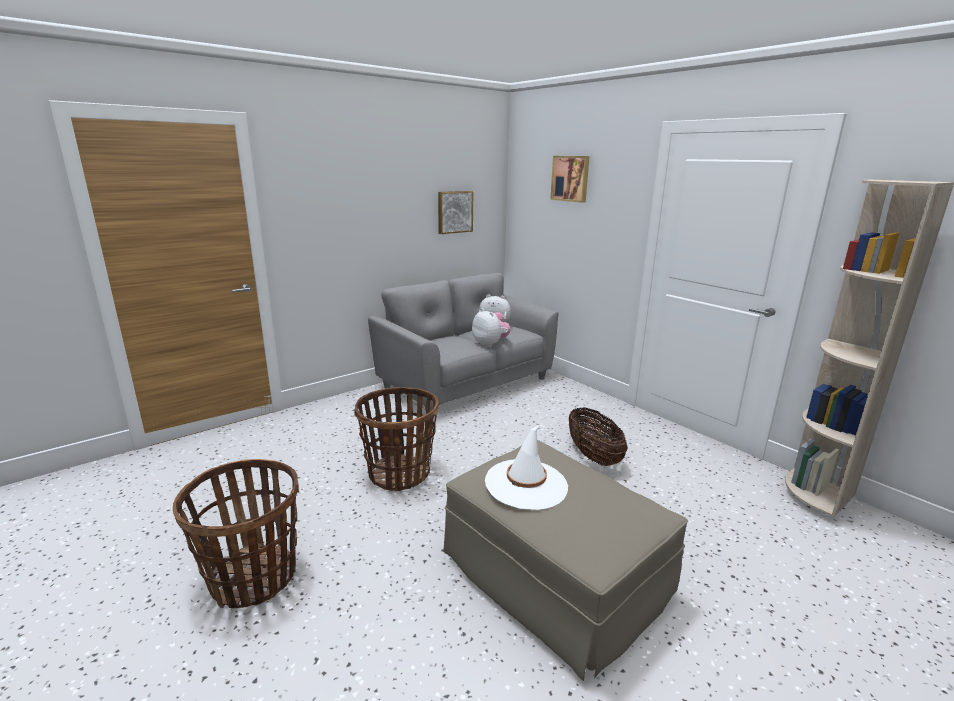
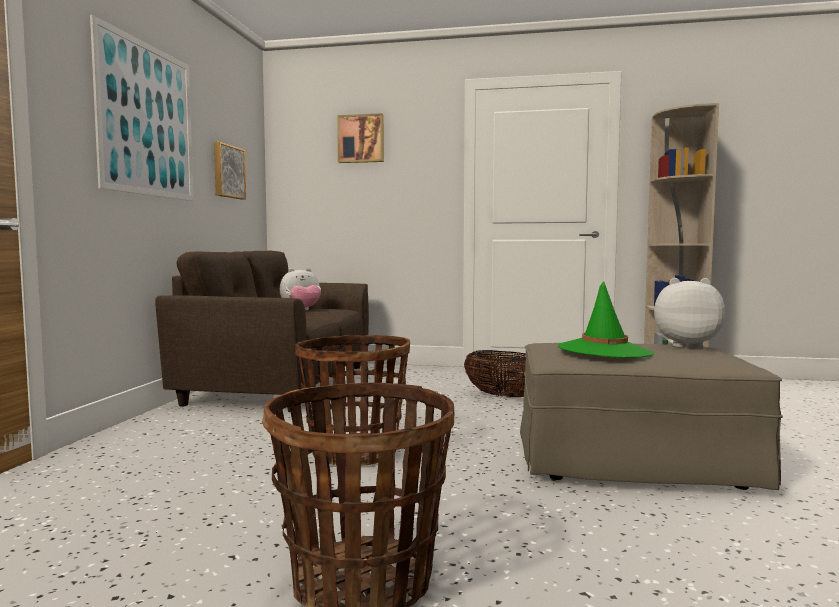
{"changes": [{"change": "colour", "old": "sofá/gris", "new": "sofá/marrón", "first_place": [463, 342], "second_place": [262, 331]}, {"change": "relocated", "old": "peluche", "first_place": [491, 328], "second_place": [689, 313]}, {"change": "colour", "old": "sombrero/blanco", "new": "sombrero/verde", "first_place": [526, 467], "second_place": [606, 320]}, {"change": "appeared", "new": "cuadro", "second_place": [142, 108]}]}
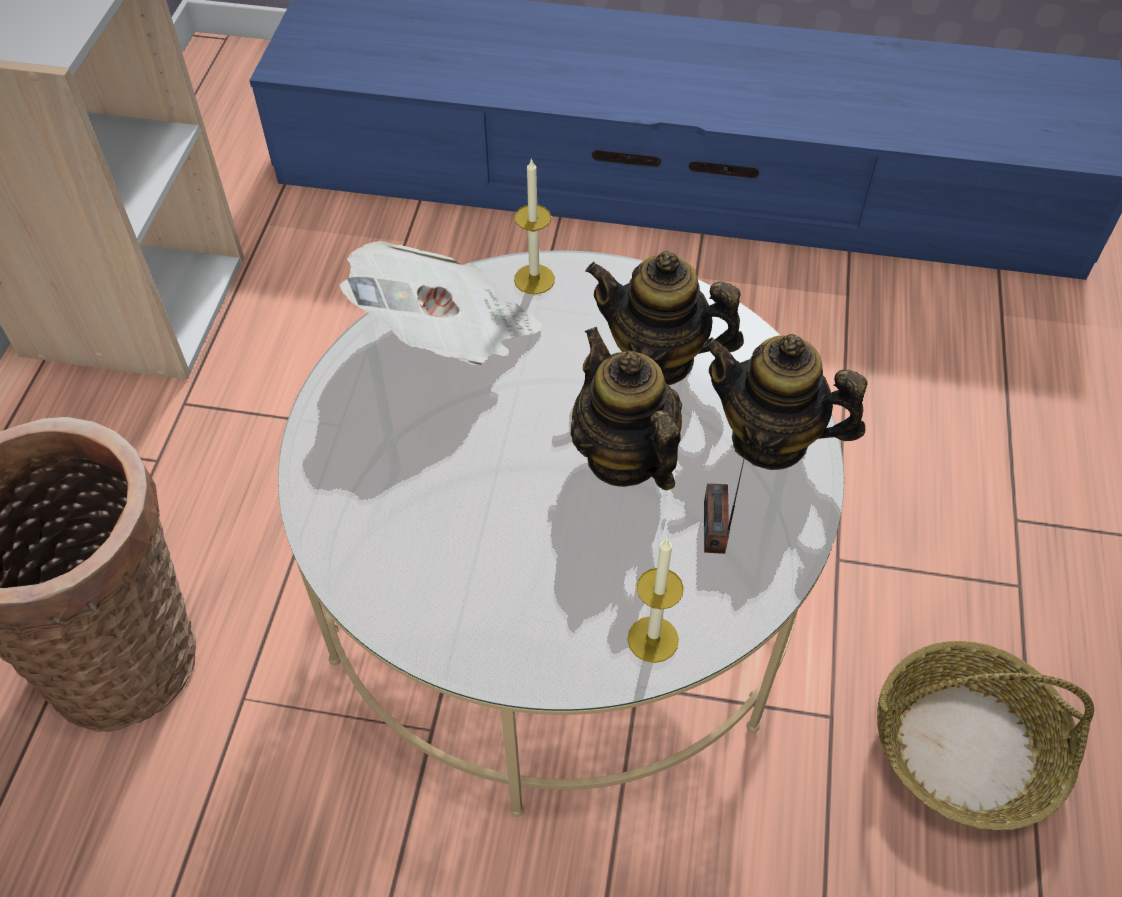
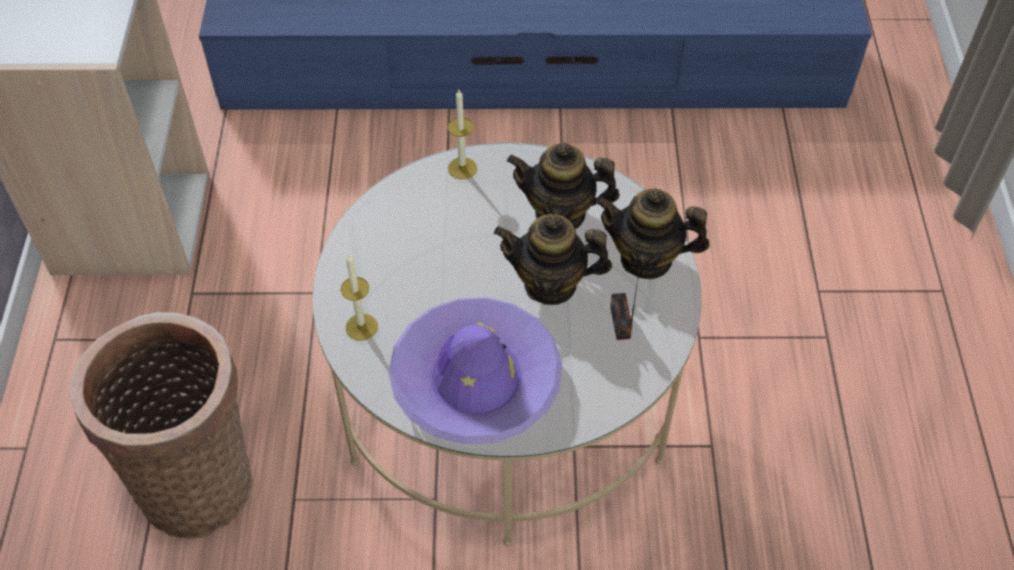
{"changes": [{"change": "missing", "old": "periódico", "first_place": [440, 303]}, {"change": "spun", "old": "tetera", "first_place": [626, 409], "second_place": [553, 259], "degrees": -45}, {"change": "relocated", "old": "vela", "first_place": [655, 601], "second_place": [359, 297]}, {"change": "missing", "old": "cesta", "first_place": [985, 735]}, {"change": "appeared", "new": "sombrero/morado", "second_place": [475, 370]}]}
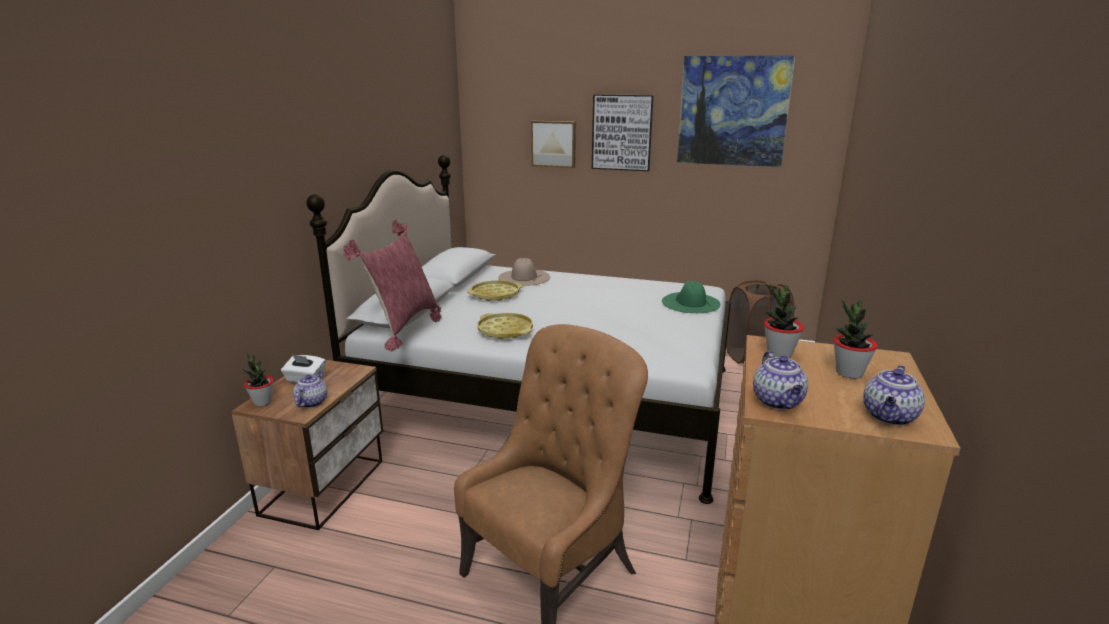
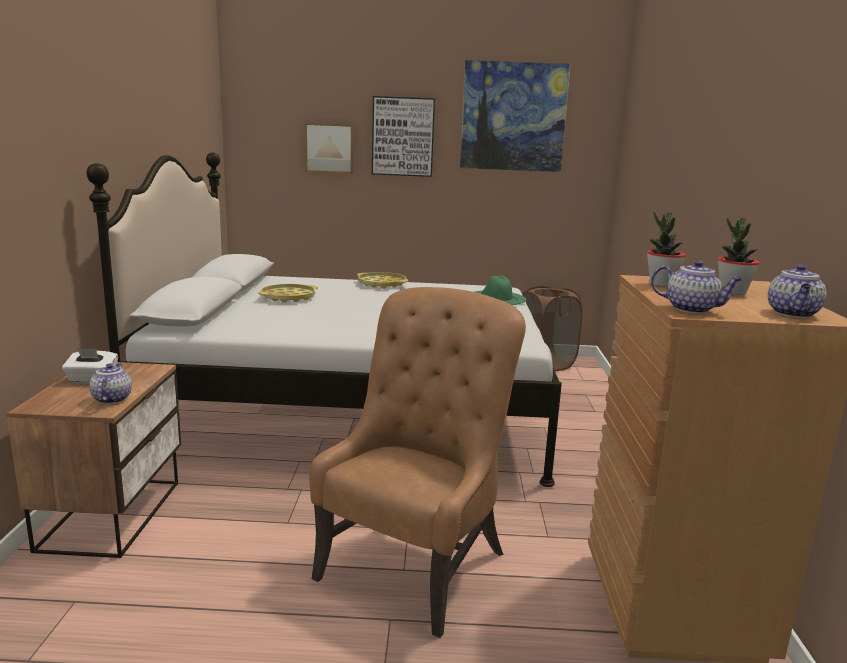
{"changes": [{"change": "missing", "old": "cojín/rojo", "first_place": [392, 286]}, {"change": "missing", "old": "sombrero/beis", "first_place": [524, 272]}, {"change": "relocated", "old": "bandeja/amarillo", "first_place": [505, 326], "second_place": [382, 280]}, {"change": "spun", "old": "tetera", "first_place": [780, 380], "second_place": [697, 287], "degrees": -45}, {"change": "missing", "old": "planta en maceta", "first_place": [258, 379]}]}
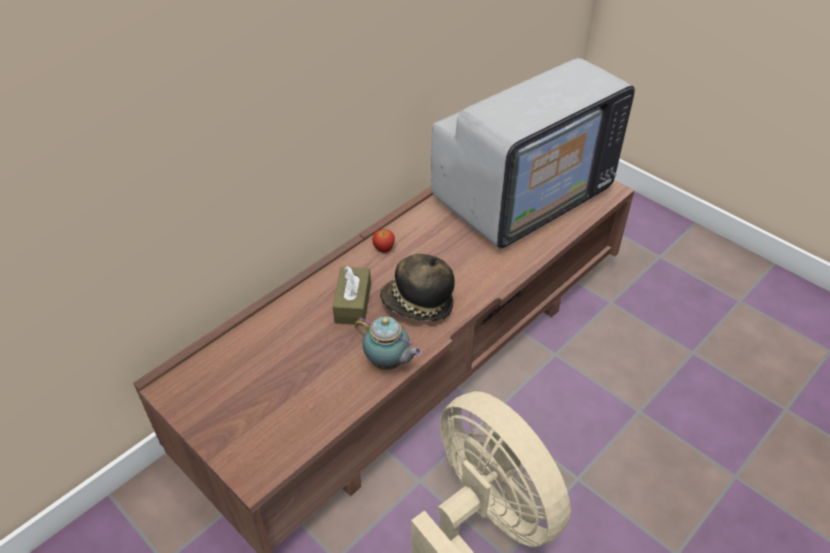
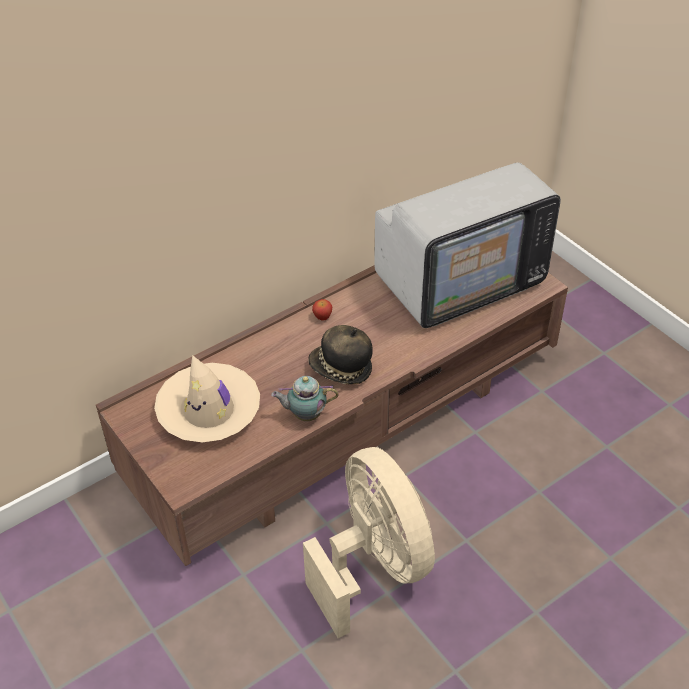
{"changes": [{"change": "missing", "old": "caja de pañuelos/marrón", "first_place": [352, 295]}, {"change": "spun", "old": "tetera", "first_place": [388, 343], "second_place": [304, 398], "degrees": 135}, {"change": "appeared", "new": "sombrero/beis", "second_place": [207, 398]}]}
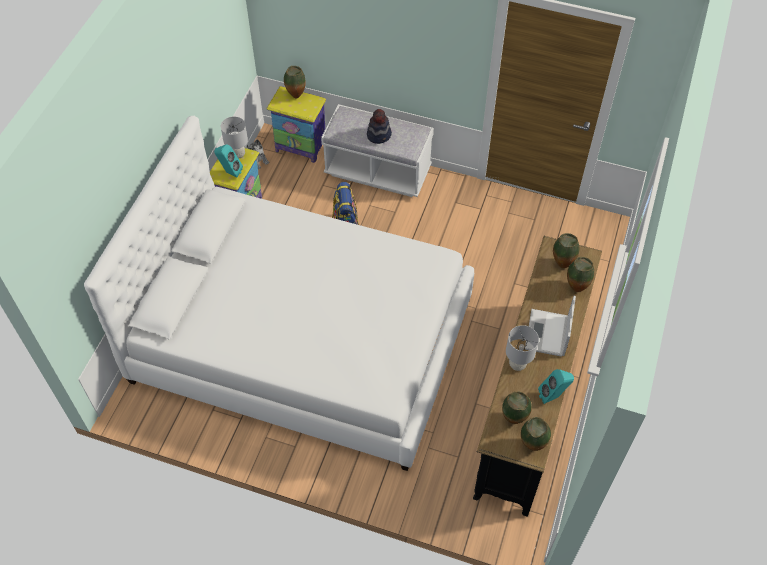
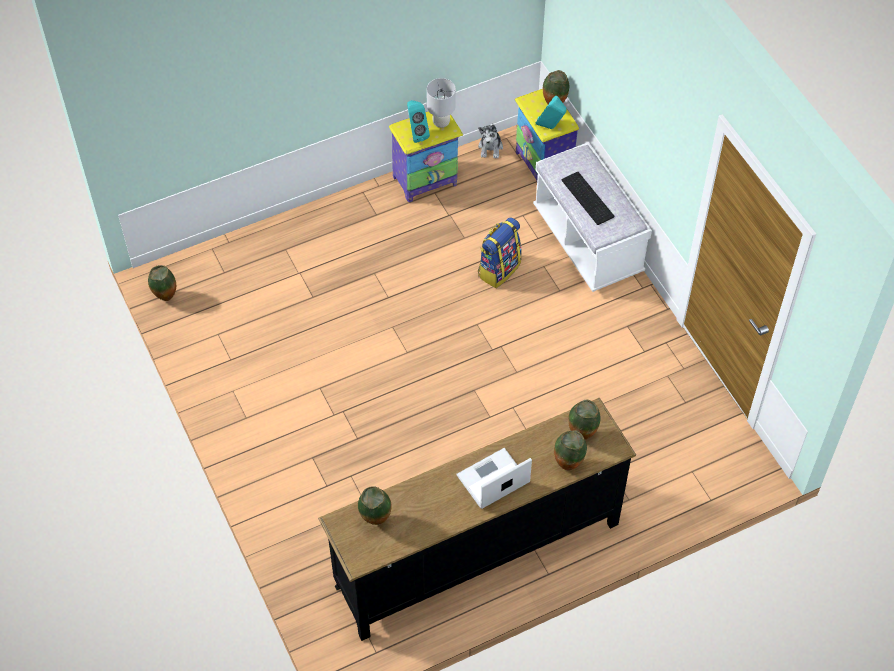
{"changes": [{"change": "exchanged", "old": "sombrero", "new": "teclado", "first_place": [379, 126], "second_place": [587, 198]}, {"change": "missing", "old": "cama/blanco", "first_place": [279, 293]}, {"change": "missing", "old": "lámpara de mesa/gris", "first_place": [522, 348]}, {"change": "relocated", "old": "altavoz/turquesa", "first_place": [556, 386], "second_place": [551, 112]}, {"change": "relocated", "old": "florero", "first_place": [536, 434], "second_place": [162, 283]}]}
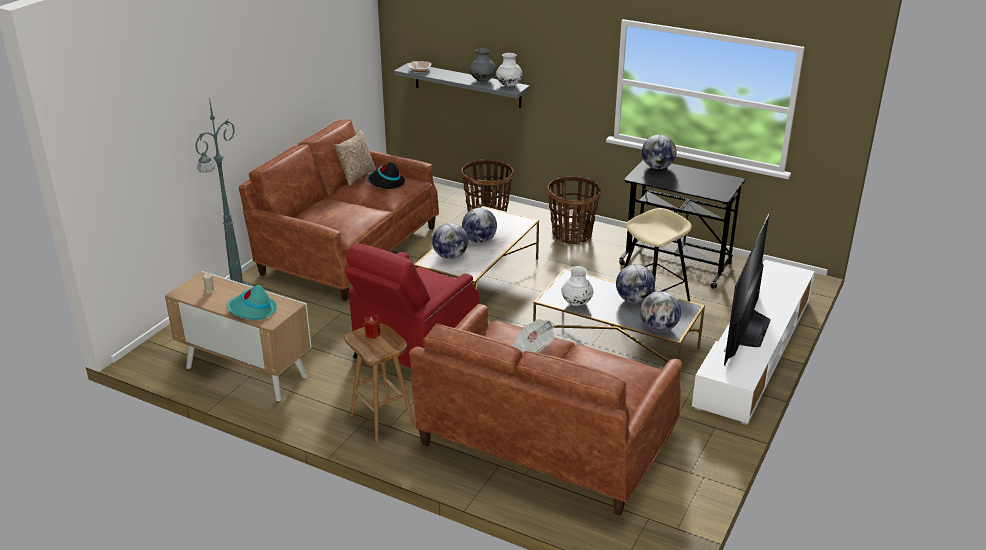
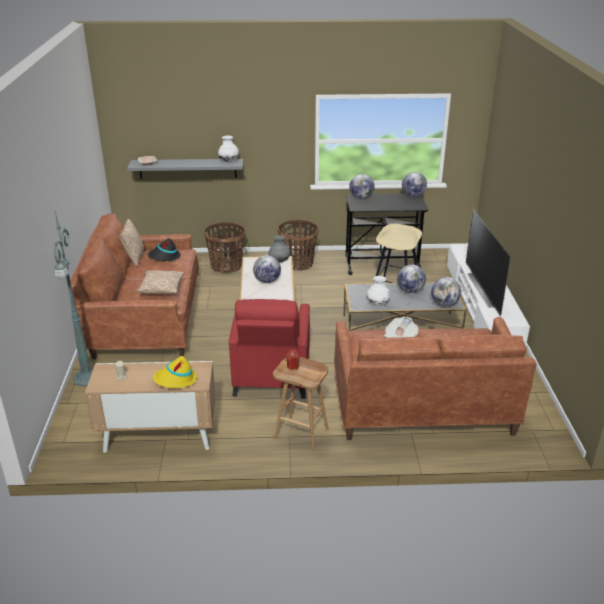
{"changes": [{"change": "relocated", "old": "florero/gris", "first_place": [483, 65], "second_place": [279, 249]}, {"change": "relocated", "old": "globo terráqueo", "first_place": [450, 241], "second_place": [414, 184]}, {"change": "colour", "old": "sombrero/turquesa", "new": "sombrero/amarillo", "first_place": [252, 302], "second_place": [175, 372]}, {"change": "appeared", "new": "cojín", "second_place": [160, 282]}]}
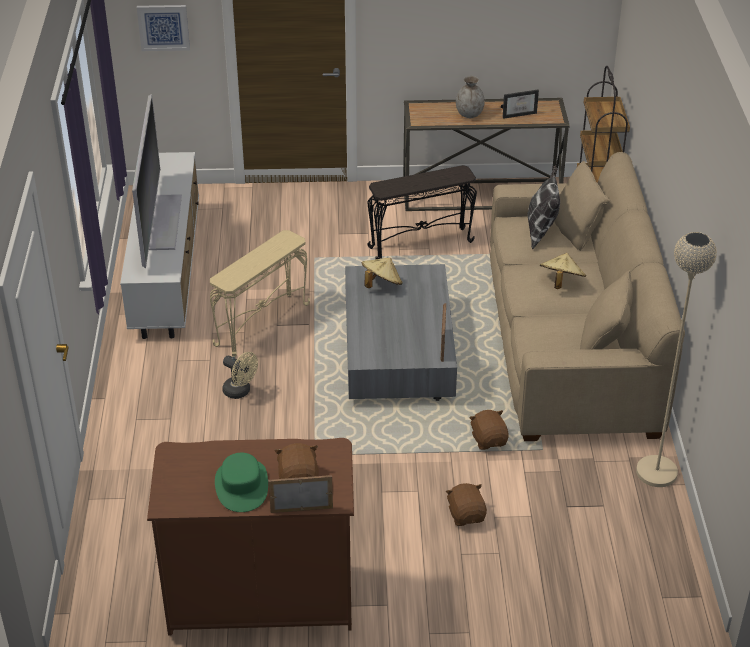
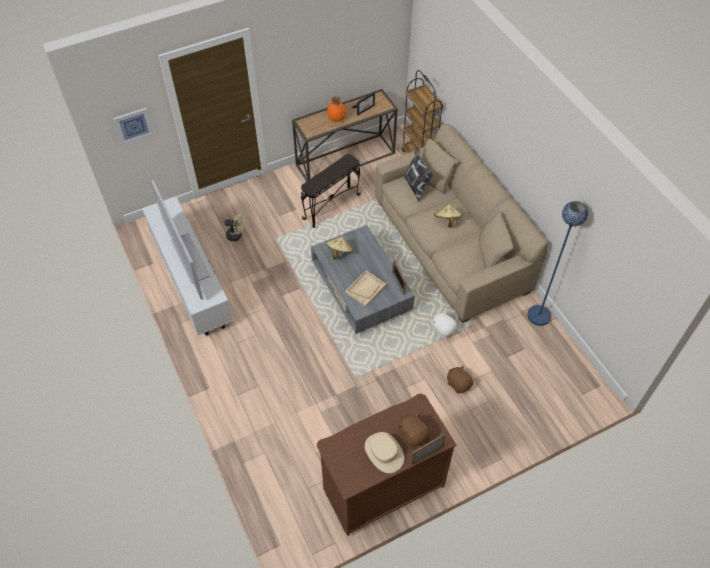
{"changes": [{"change": "colour", "old": "florero/gris", "new": "florero/naranja", "first_place": [470, 97], "second_place": [336, 109]}, {"change": "missing", "old": "mesa auxiliar/beis", "first_place": [260, 293]}, {"change": "colour", "old": "lámpara de pie/beis", "new": "lámpara de pie/azul", "first_place": [676, 359], "second_place": [557, 263]}, {"change": "relocated", "old": "ventilador/beis", "first_place": [240, 375], "second_place": [234, 227]}, {"change": "colour", "old": "peluche/marrón", "new": "peluche/blanco", "first_place": [489, 430], "second_place": [444, 324]}, {"change": "colour", "old": "sombrero/verde", "new": "sombrero/beis", "first_place": [241, 482], "second_place": [384, 452]}, {"change": "appeared", "new": "bandeja/beis", "second_place": [366, 288]}]}
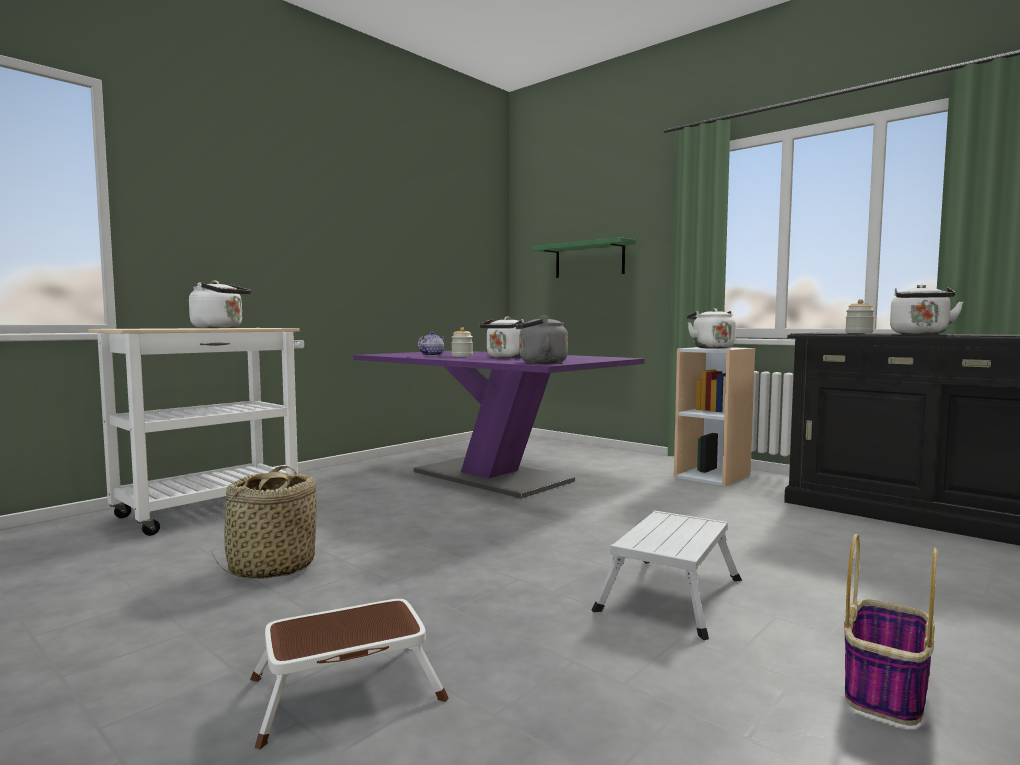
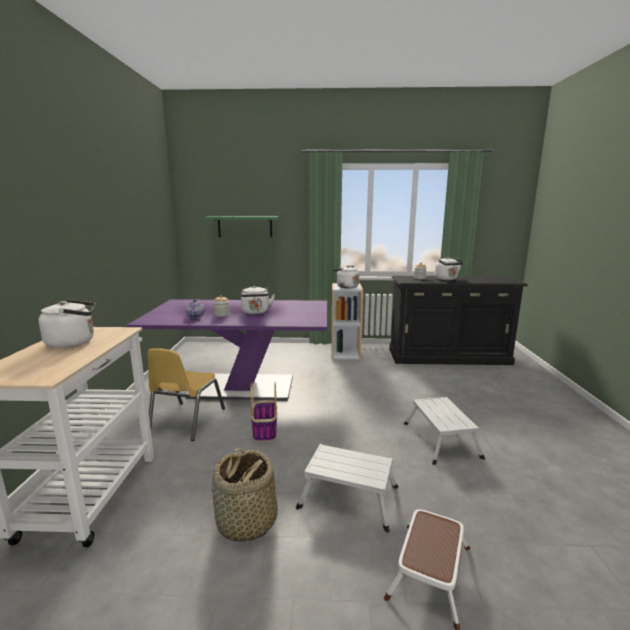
{"changes": [{"change": "missing", "old": "hervidor/gris", "first_place": [541, 339]}, {"change": "relocated", "old": "cesta", "first_place": [890, 630], "second_place": [263, 412]}, {"change": "appeared", "new": "silla/amarillo", "second_place": [186, 394]}, {"change": "appeared", "new": "escalera de tijera/blanco", "second_place": [347, 488]}]}
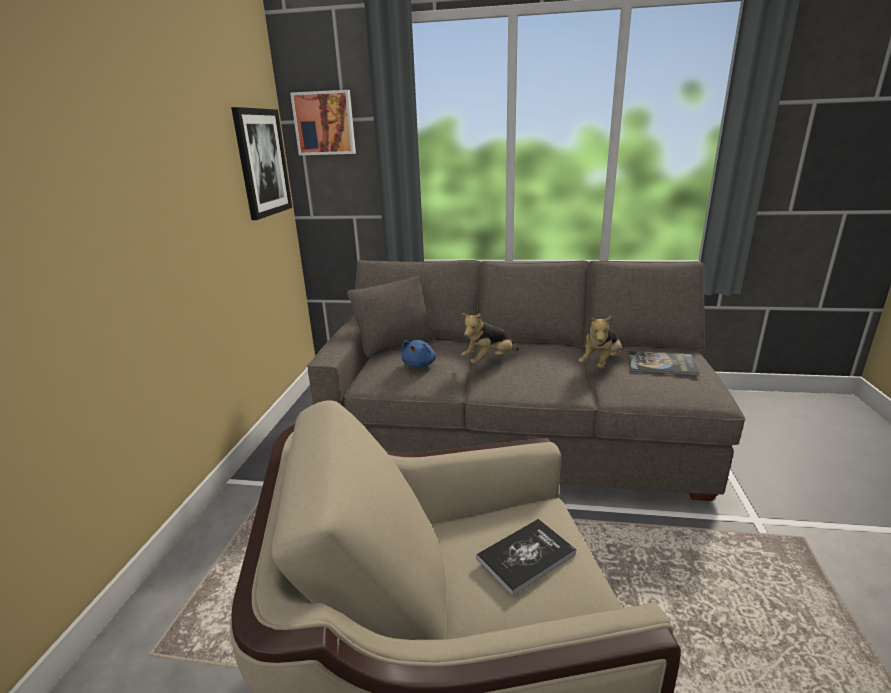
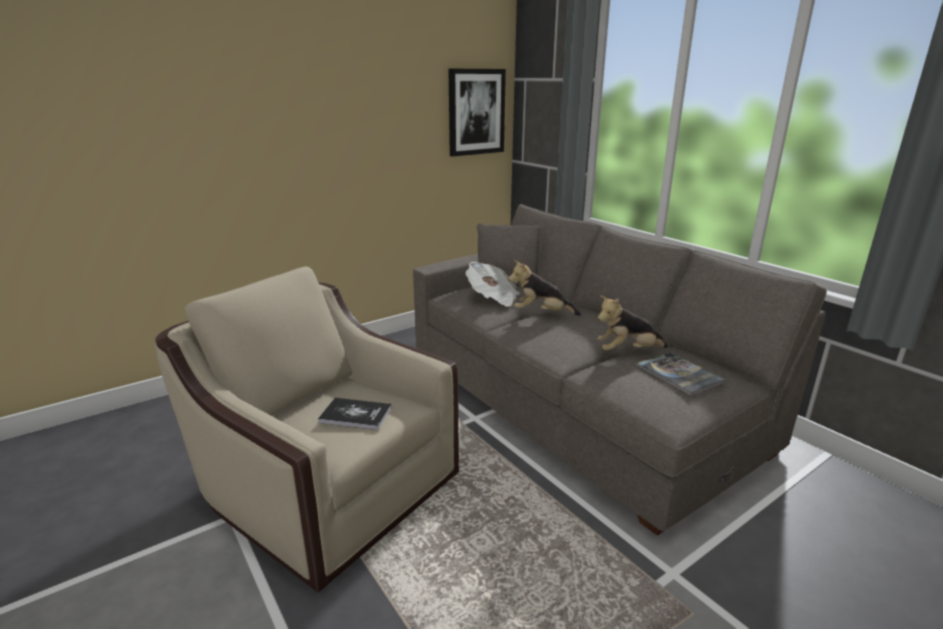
{"changes": [{"change": "missing", "old": "cuadro", "first_place": [323, 122]}, {"change": "exchanged", "old": "peluche/azul", "new": "periódico", "first_place": [419, 354], "second_place": [492, 284]}]}
